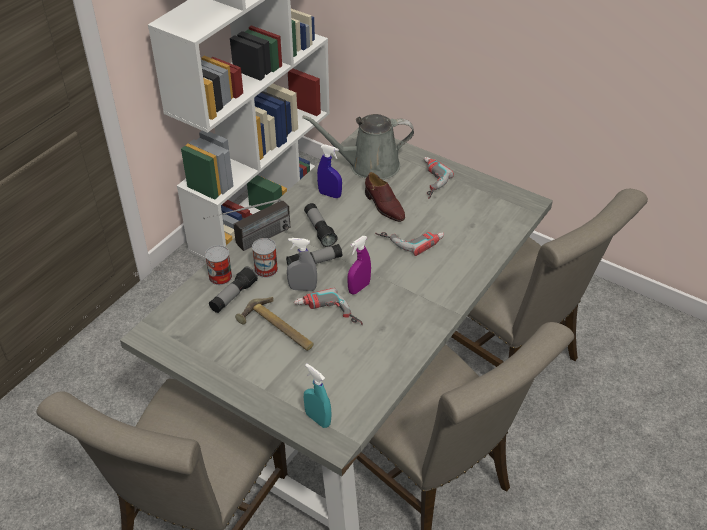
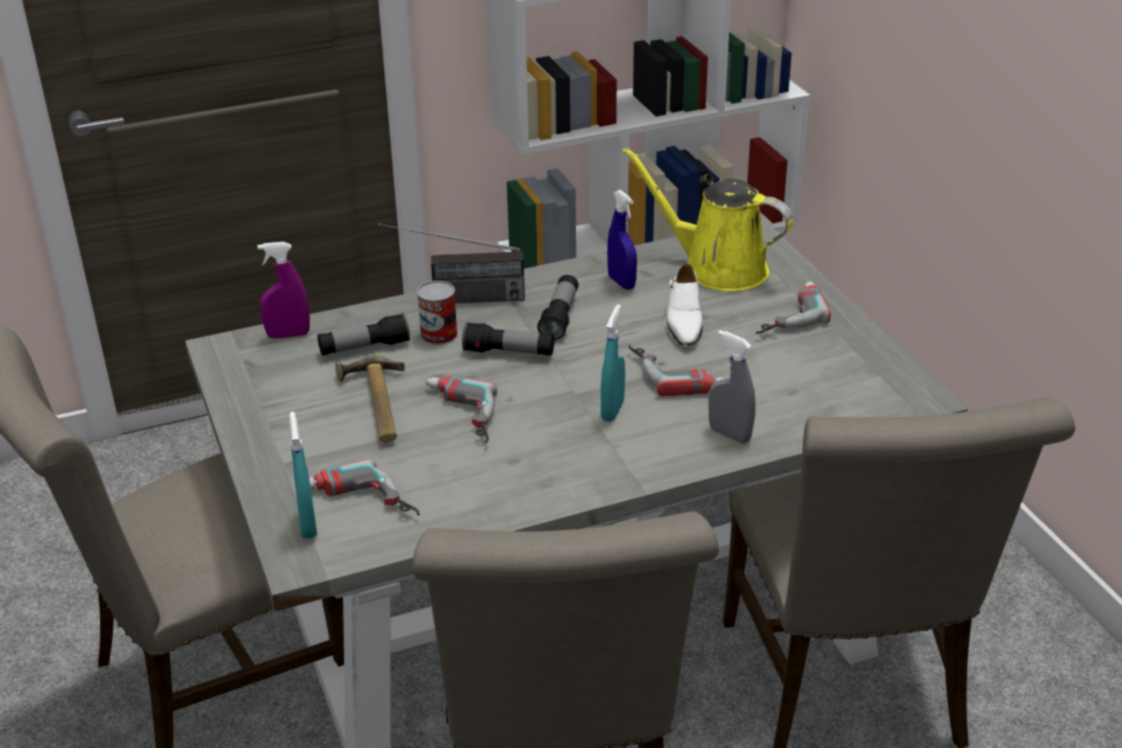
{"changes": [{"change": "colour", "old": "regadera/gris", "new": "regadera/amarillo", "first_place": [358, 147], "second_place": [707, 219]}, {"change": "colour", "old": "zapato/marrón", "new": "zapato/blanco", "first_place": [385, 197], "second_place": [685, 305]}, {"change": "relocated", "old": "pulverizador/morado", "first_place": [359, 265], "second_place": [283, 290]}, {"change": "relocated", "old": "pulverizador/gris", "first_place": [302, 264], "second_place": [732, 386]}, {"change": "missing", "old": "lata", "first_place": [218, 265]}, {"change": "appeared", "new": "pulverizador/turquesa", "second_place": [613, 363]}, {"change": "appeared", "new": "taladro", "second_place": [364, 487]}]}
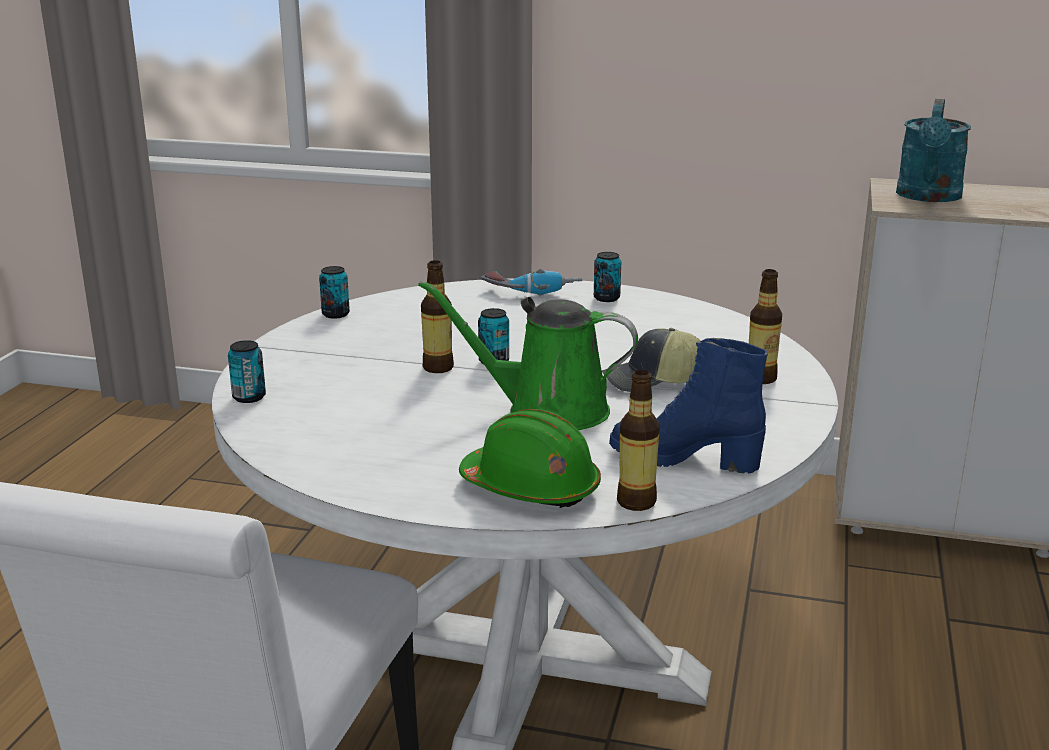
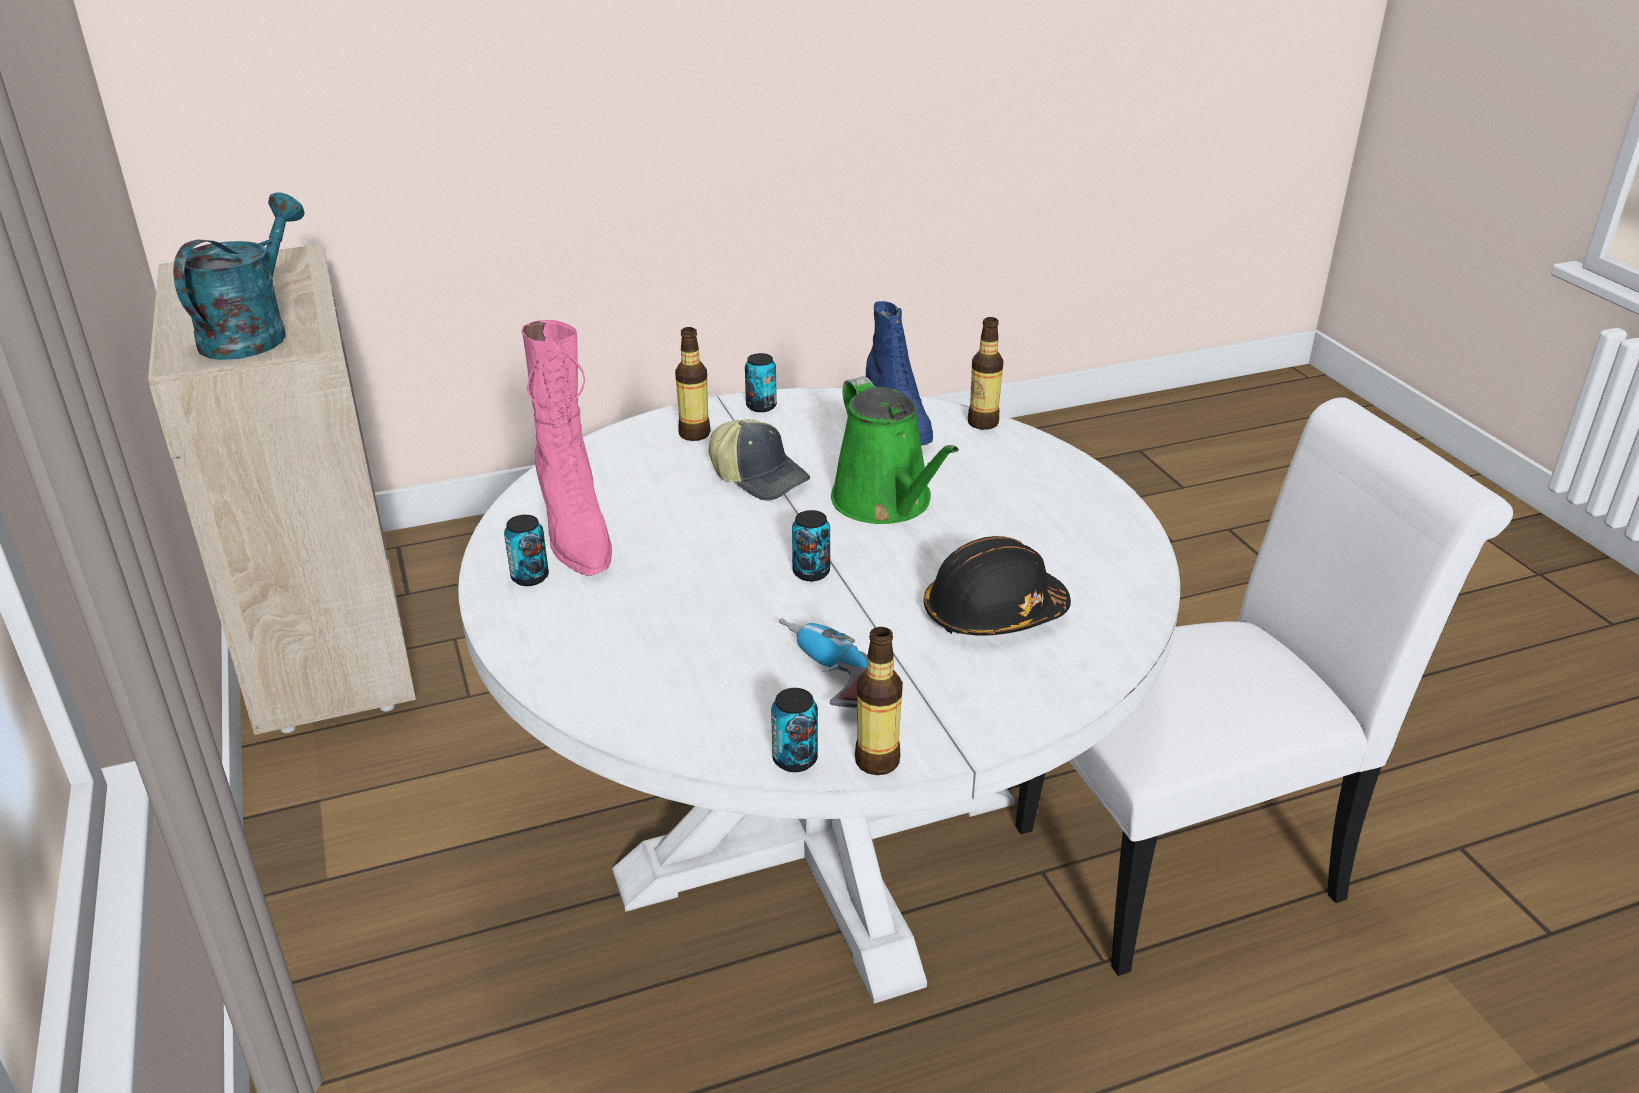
{"changes": [{"change": "spun", "old": "regadera/turquesa", "first_place": [933, 150], "second_place": [239, 276], "degrees": -60}, {"change": "relocated", "old": "botella", "first_place": [437, 316], "second_place": [879, 701]}, {"change": "relocated", "old": "taladro", "first_place": [531, 282], "second_place": [823, 663]}, {"change": "relocated", "old": "lata", "first_place": [247, 371], "second_place": [761, 382]}, {"change": "missing", "old": "casco/verde", "first_place": [530, 458]}, {"change": "appeared", "new": "bota/rosa", "second_place": [567, 448]}, {"change": "appeared", "new": "casco/negro", "second_place": [997, 586]}]}
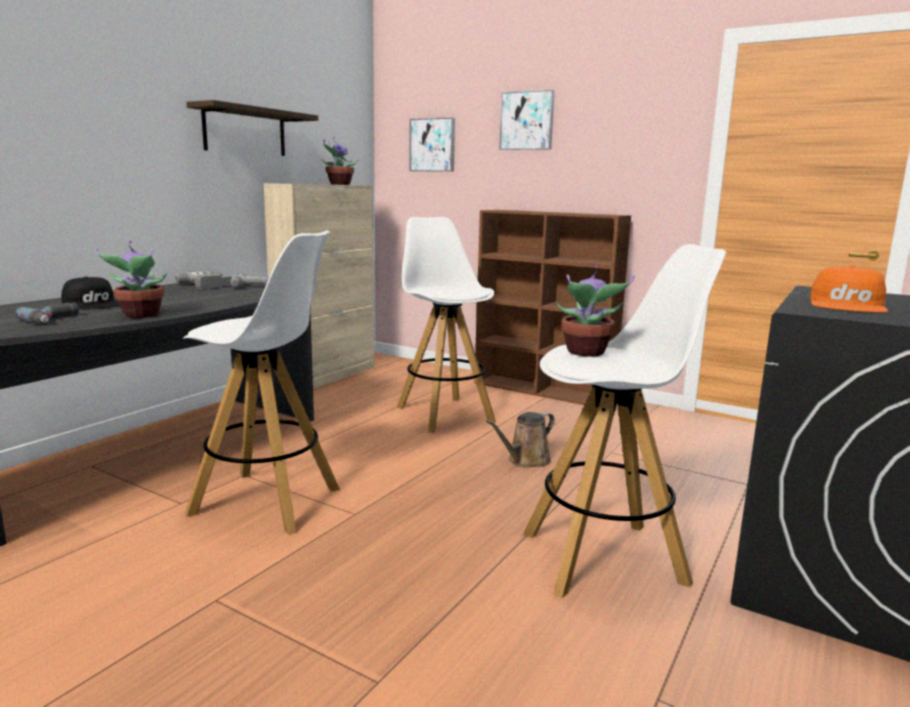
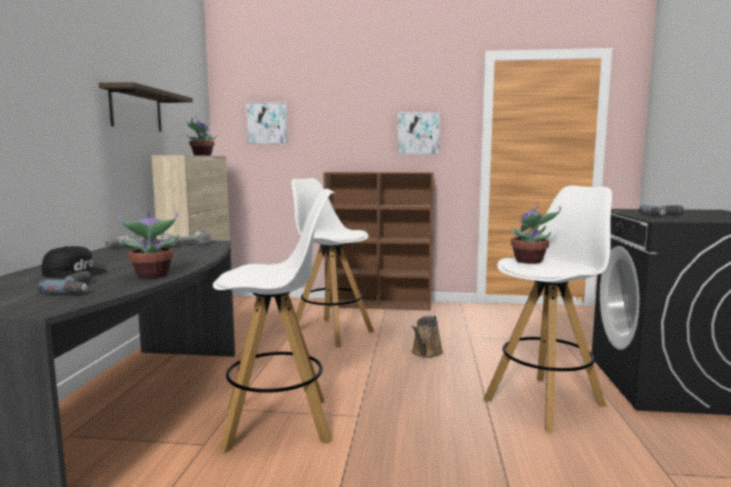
{"changes": [{"change": "relocated", "old": "cuadro", "first_place": [527, 119], "second_place": [419, 133]}, {"change": "exchanged", "old": "gorra/naranja", "new": "taladro", "first_place": [849, 289], "second_place": [661, 210]}]}
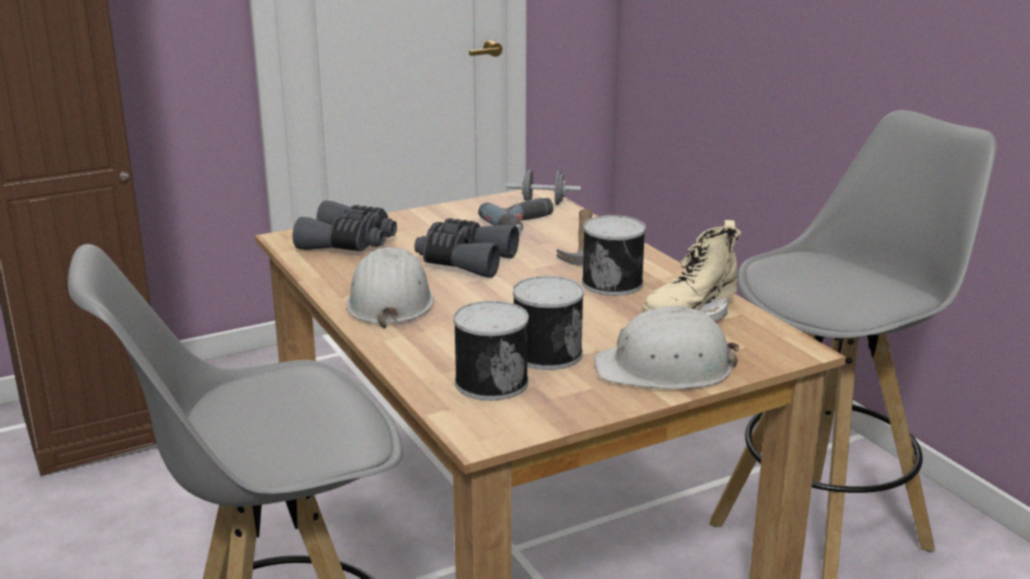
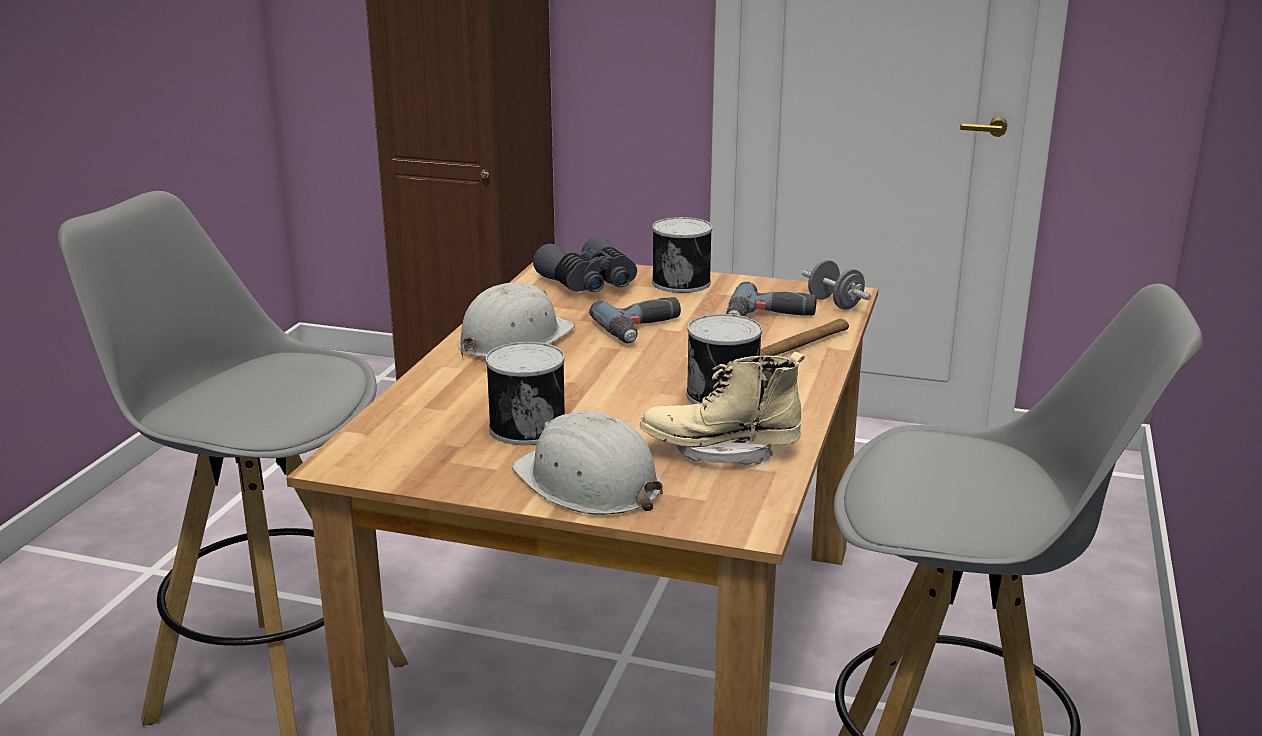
{"changes": [{"change": "exchanged", "old": "prismáticos/gris", "new": "taladro", "first_place": [466, 248], "second_place": [635, 320]}, {"change": "relocated", "old": "lata", "first_place": [491, 351], "second_place": [682, 255]}]}
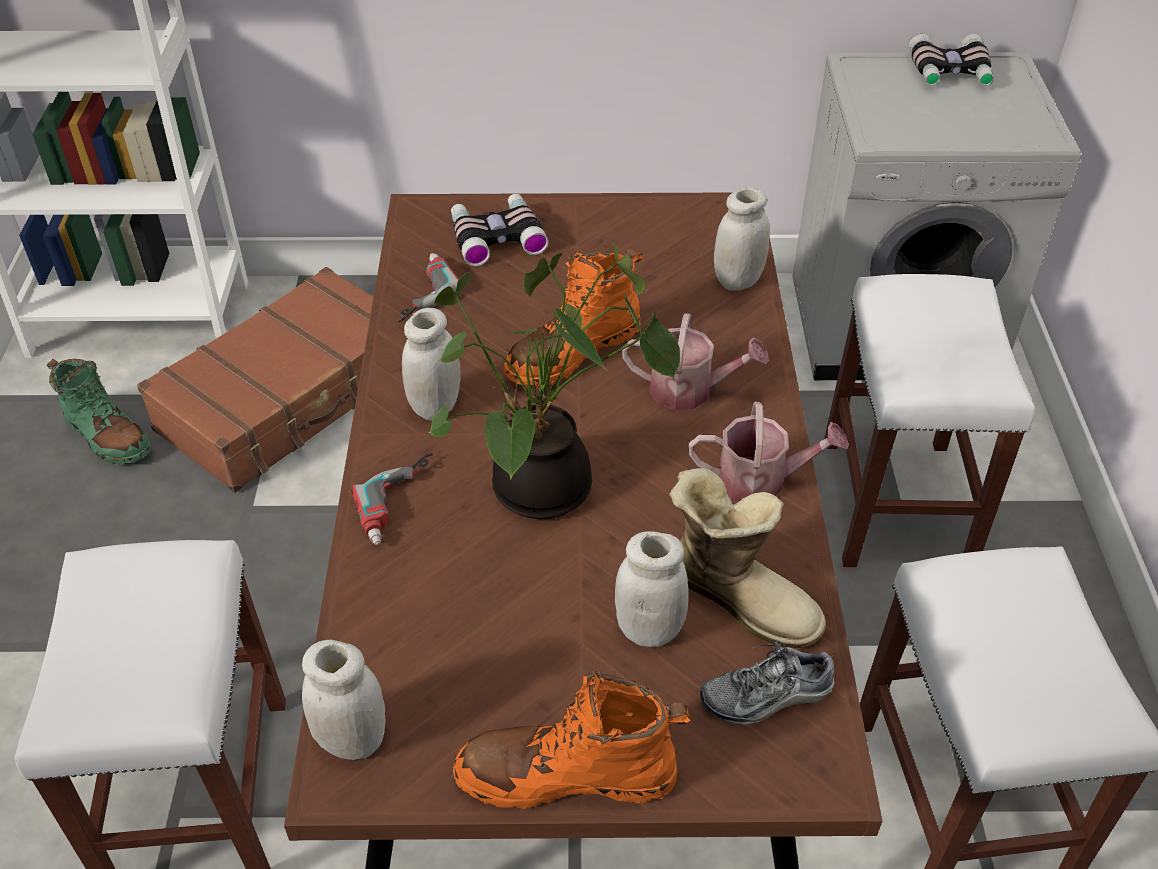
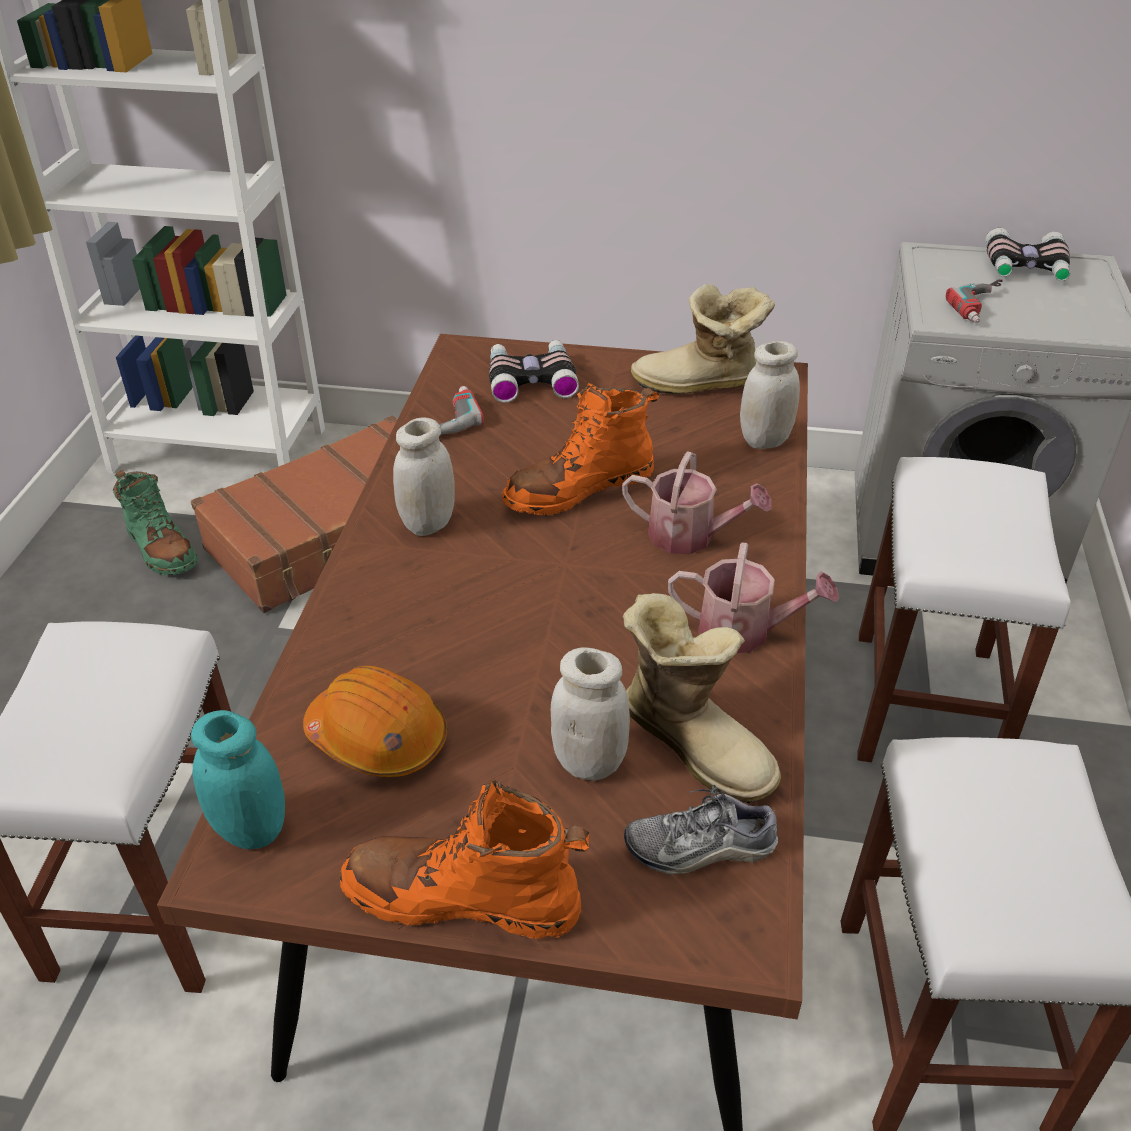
{"changes": [{"change": "missing", "old": "planta en maceta", "first_place": [554, 381]}, {"change": "relocated", "old": "taladro", "first_place": [392, 499], "second_place": [974, 301]}, {"change": "colour", "old": "tarro/blanco", "new": "tarro/turquesa", "first_place": [344, 700], "second_place": [238, 779]}, {"change": "appeared", "new": "bota", "second_place": [703, 339]}, {"change": "appeared", "new": "casco/naranja", "second_place": [375, 721]}]}
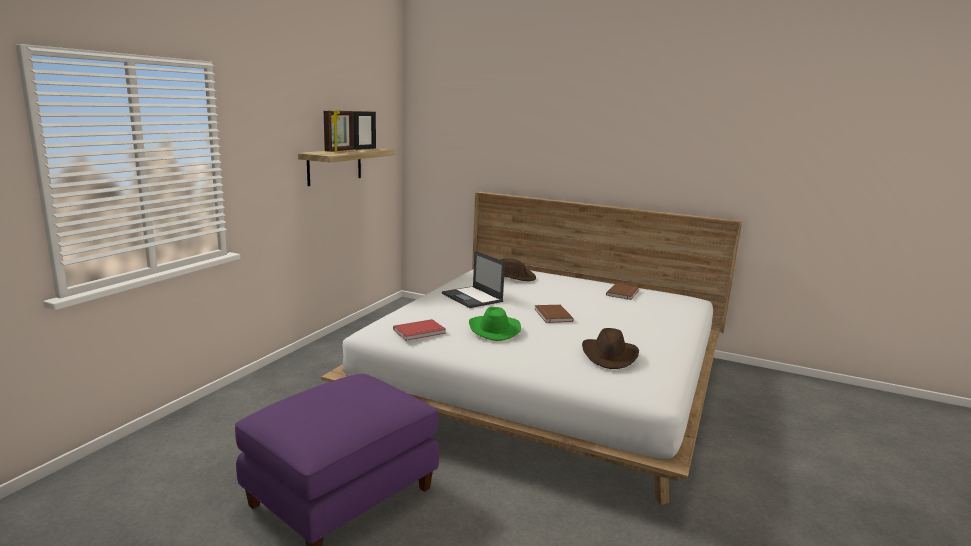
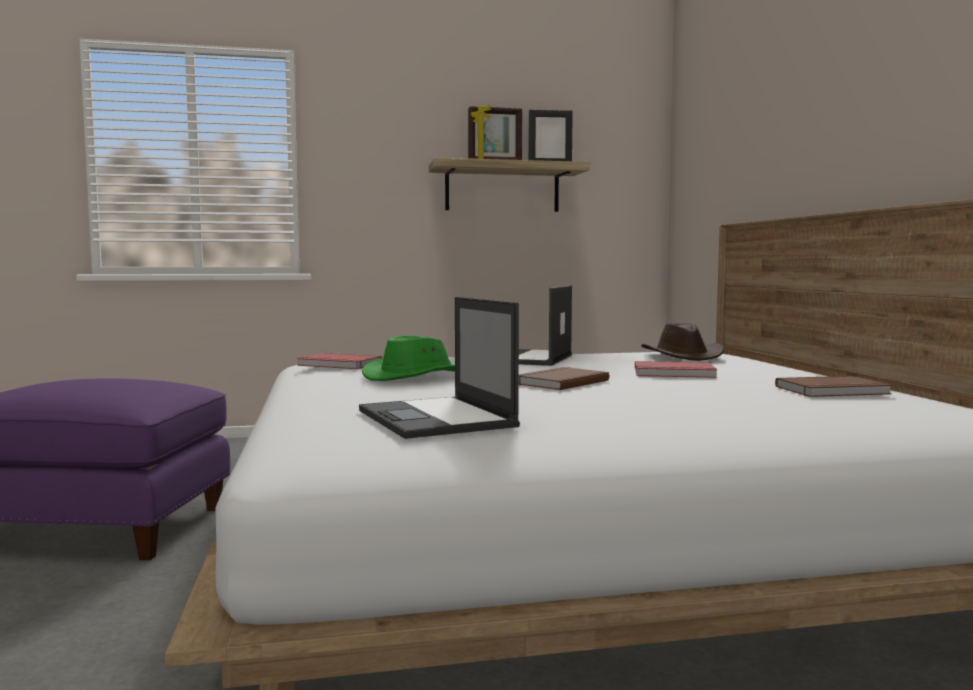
{"changes": [{"change": "exchanged", "old": "sombrero/marrón", "new": "portátil", "first_place": [610, 348], "second_place": [439, 368]}, {"change": "appeared", "new": "libro/rojo", "second_place": [676, 369]}]}
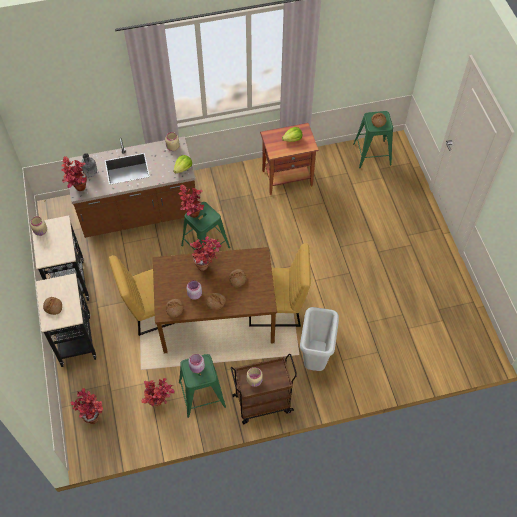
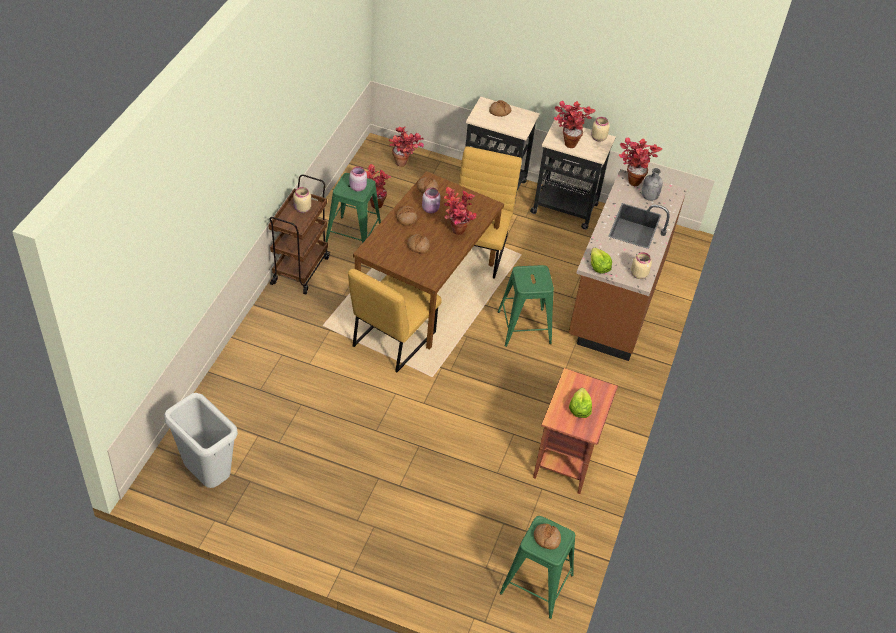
{"changes": [{"change": "relocated", "old": "planta en maceta", "first_place": [191, 201], "second_place": [575, 124]}, {"change": "relocated", "old": "papelera/gris", "first_place": [319, 339], "second_place": [201, 440]}]}
